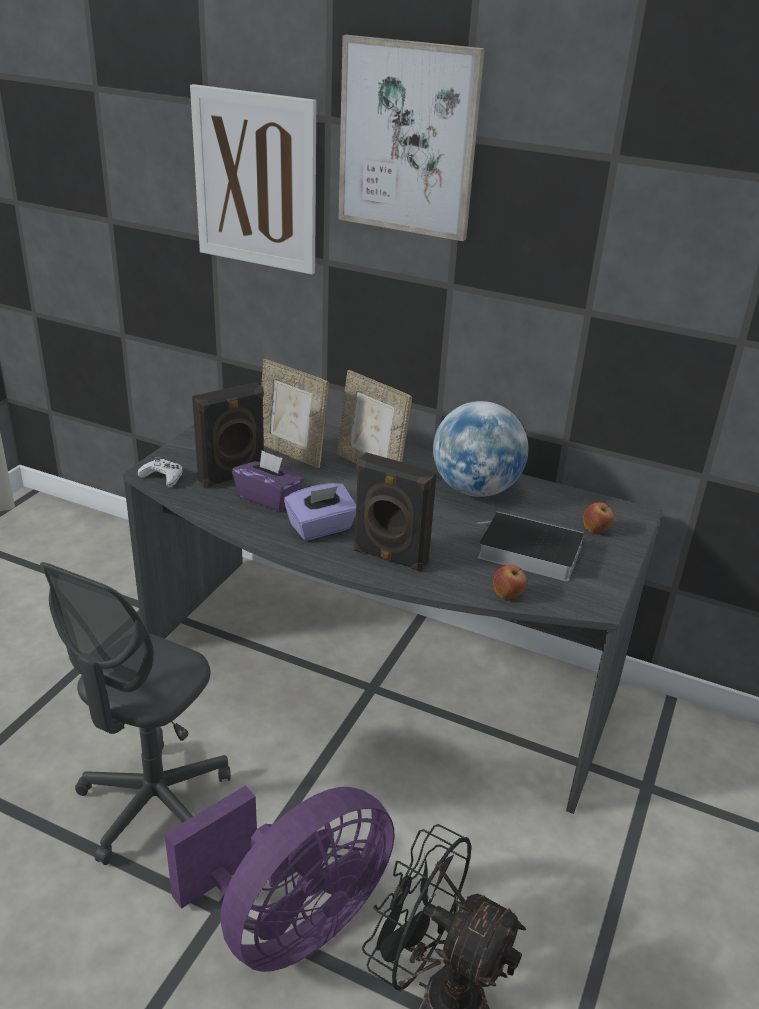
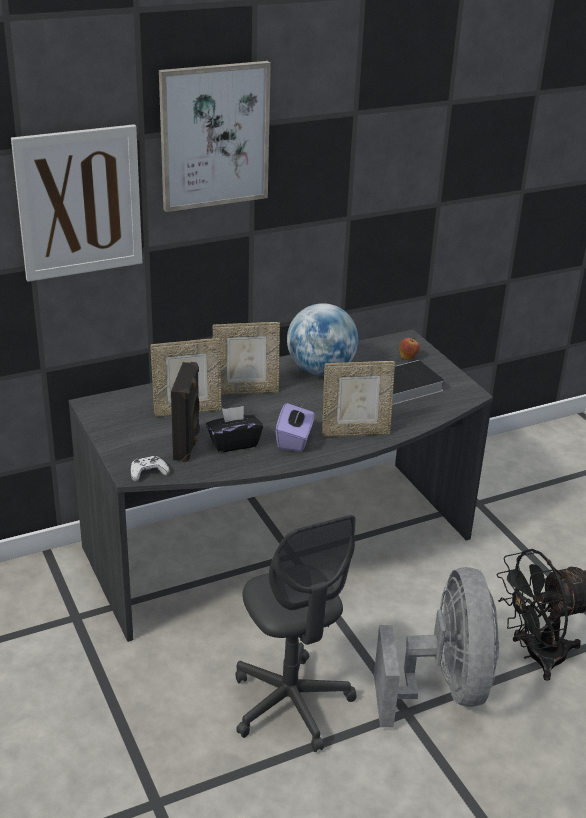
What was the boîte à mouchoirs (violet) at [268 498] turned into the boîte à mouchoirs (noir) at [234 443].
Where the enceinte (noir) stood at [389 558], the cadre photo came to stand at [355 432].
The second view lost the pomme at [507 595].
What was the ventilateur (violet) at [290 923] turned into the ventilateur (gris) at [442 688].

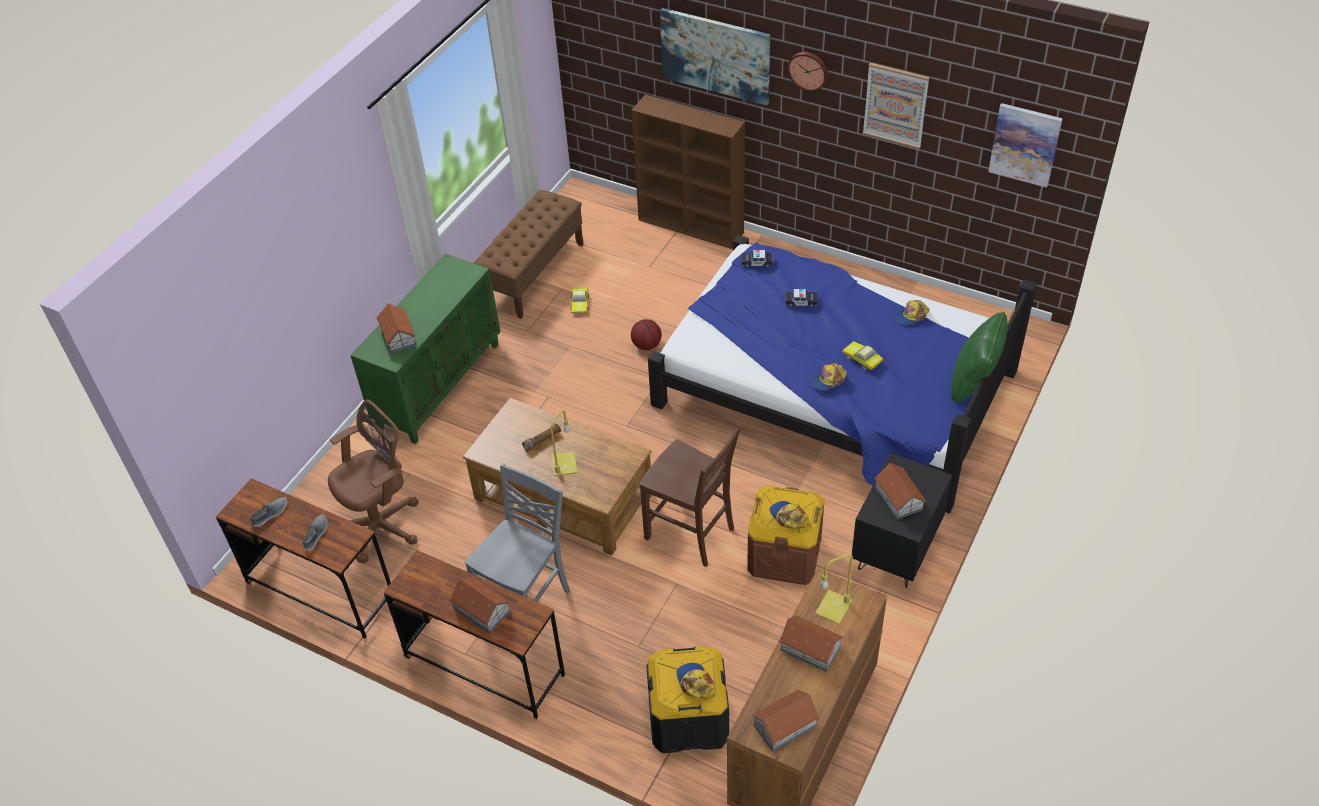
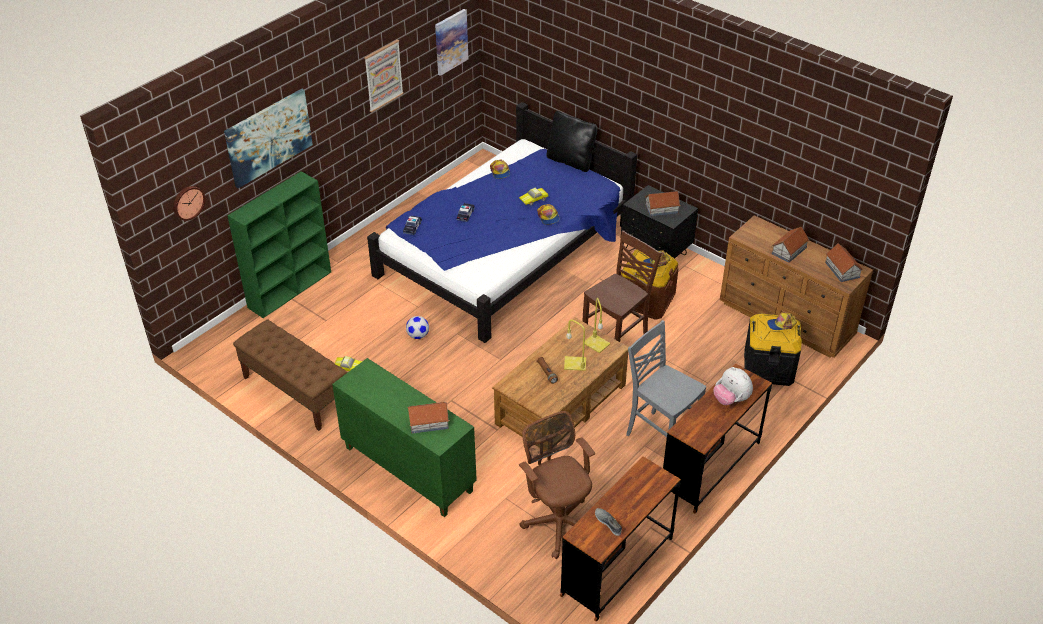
The horloge murale ended up elsewhere, having gone from [808 70] to [188 202].
What was the bibliothèque (marron) at [692 226] turned into the bibliothèque (vert) at [290 289].
What was the coussin (vert) at [974 382] turned into the coussin (noir) at [571 161].
Where the ballon de basket stood at [646 345], the ballon de foot came to stand at [418 335].
The second view lost the chaussure (gris) at [316 534].
The lampe de table (jaune) ended up elsewhere, having gone from [833 606] to [596 343].
Where the maison miniature stood at [482 610], the peluche came to stand at [731 399].

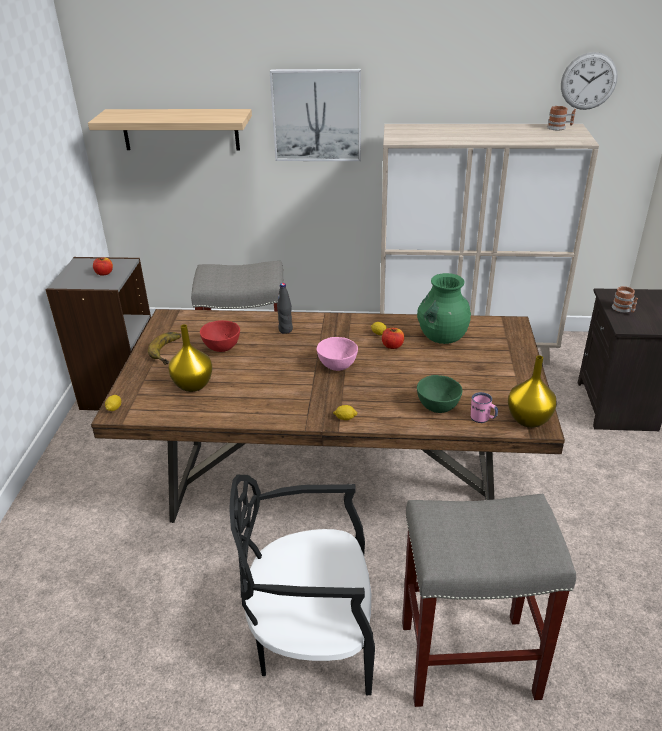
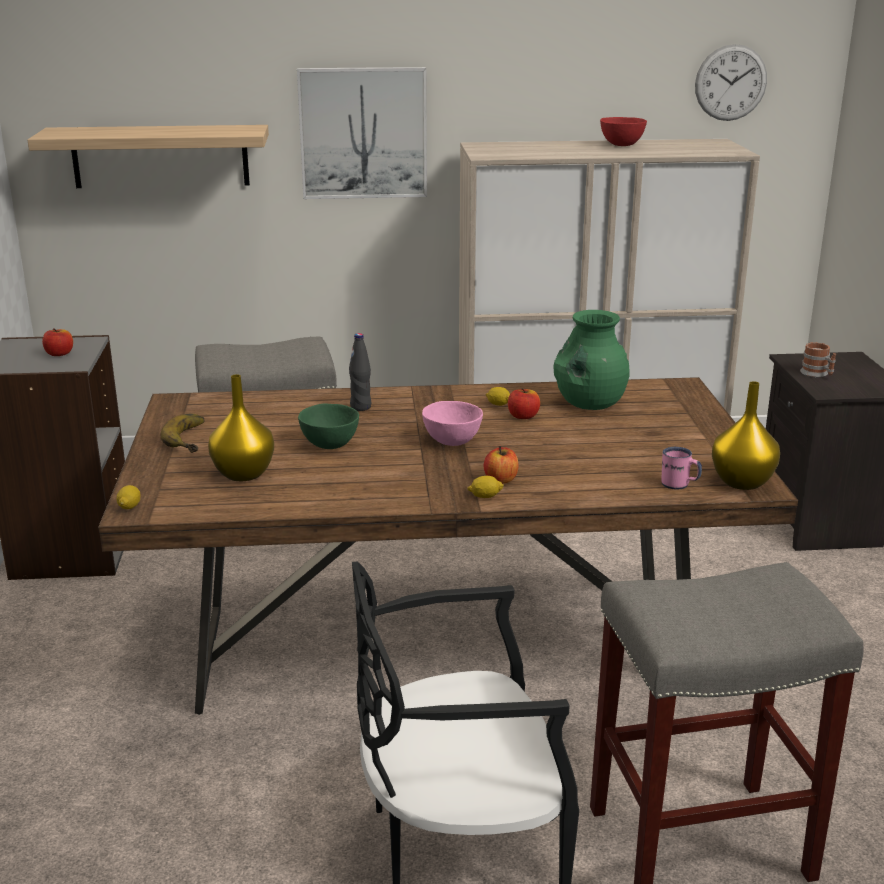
The second view lost the mug at [559 128].
The bol (rouge) ended up elsewhere, having gone from [221 348] to [621 145].
The bol (vert) ended up elsewhere, having gone from [437 407] to [329 444].
The second view gained the pomme at [501 479].

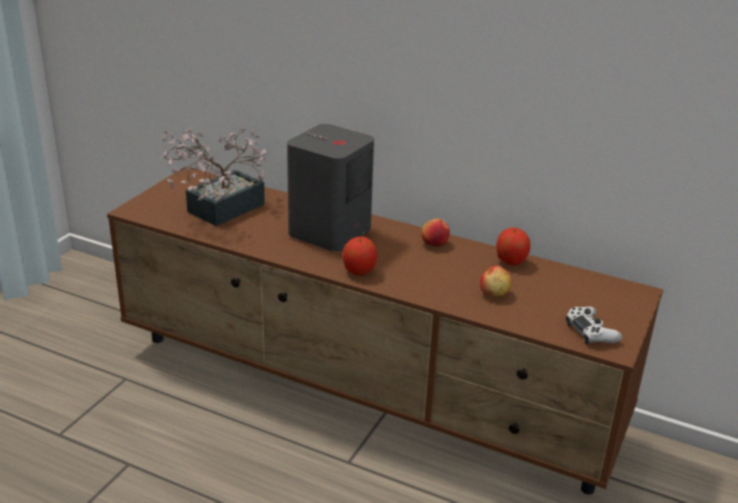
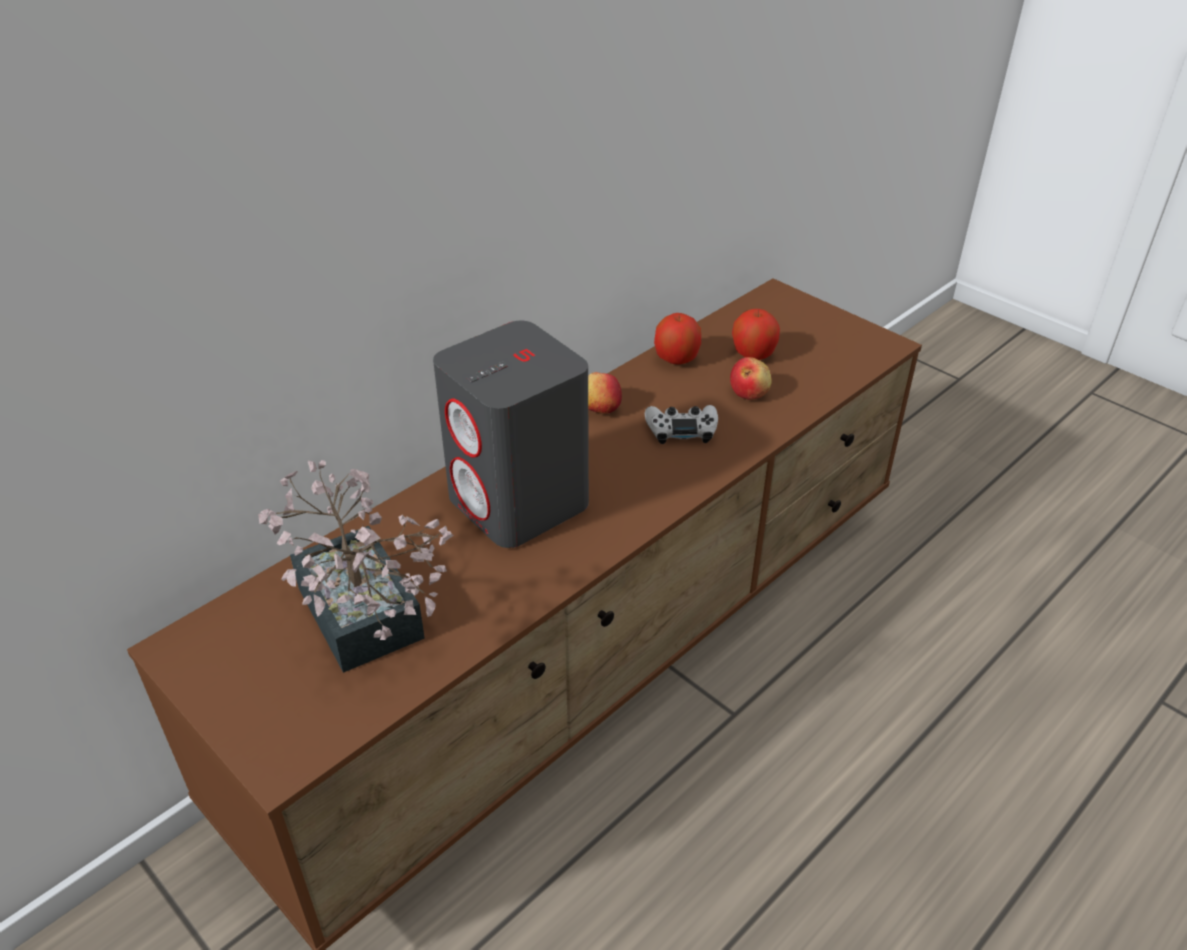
The pomme ended up elsewhere, having gone from [359 271] to [753 355].
The manette (blanc) ended up elsewhere, having gone from [591 332] to [681 430].

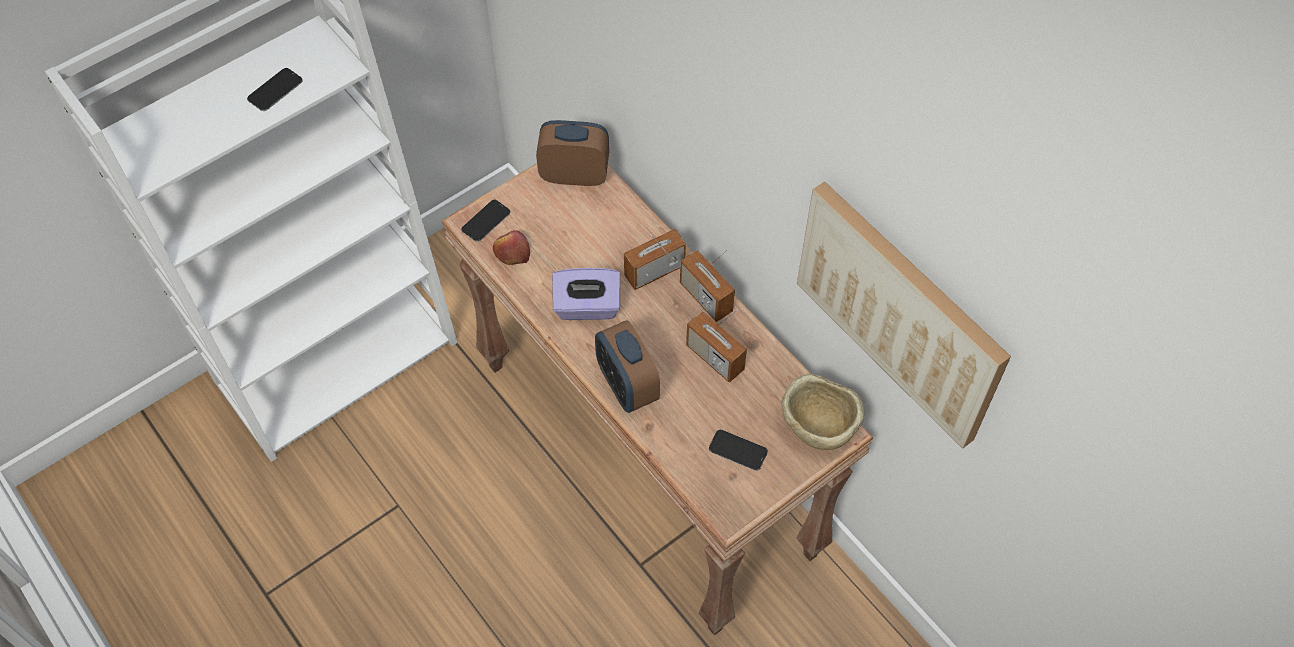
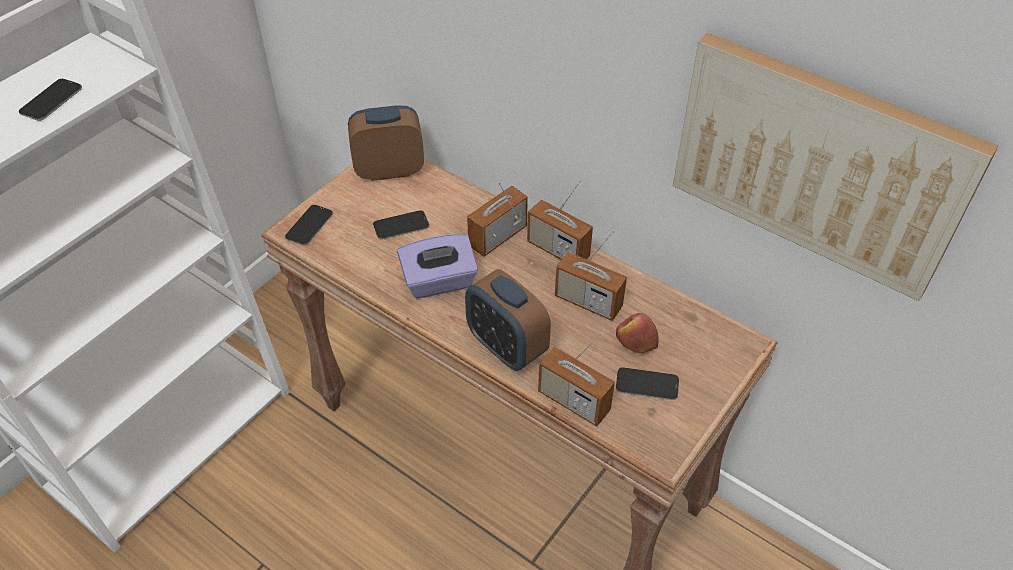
The pomme ended up elsewhere, having gone from [512 253] to [636 341].
The second view lost the bol (beige) at [818 429].
The second view gained the téléphone at [401 226].
The second view gained the radio at [573 401].

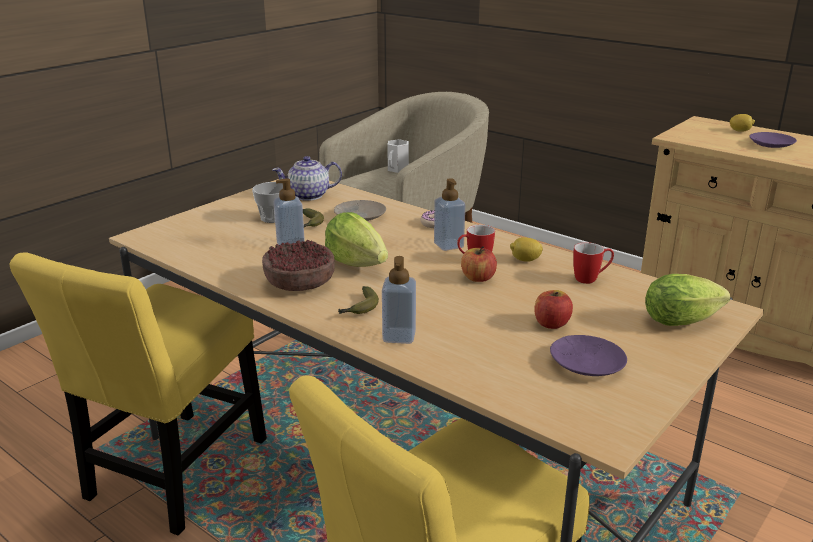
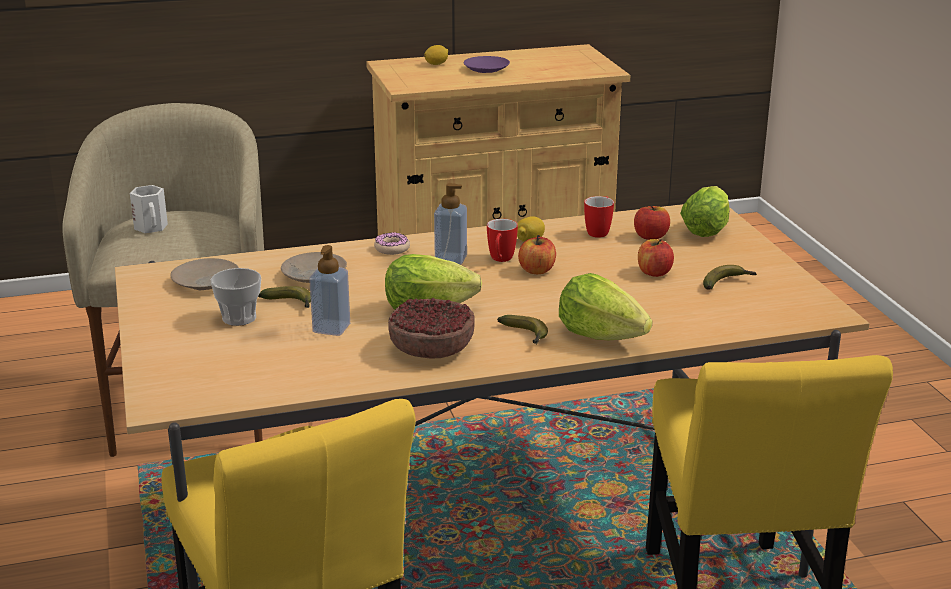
Where the théière stood at [309 195], the assiette (beige) came to stand at [206 282].
Where the distributeur de savon stood at [399 336], the laitue came to stand at [600 335].
Where the assiette (violet) stood at [586 363], the banane came to stand at [727 283].
The second view gained the pomme at [650 236].

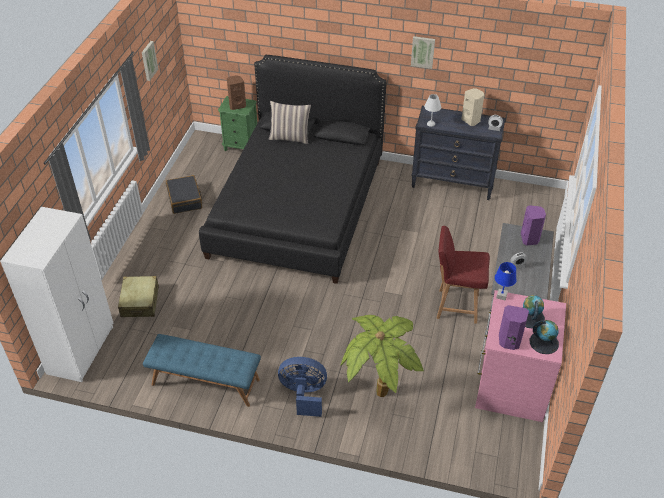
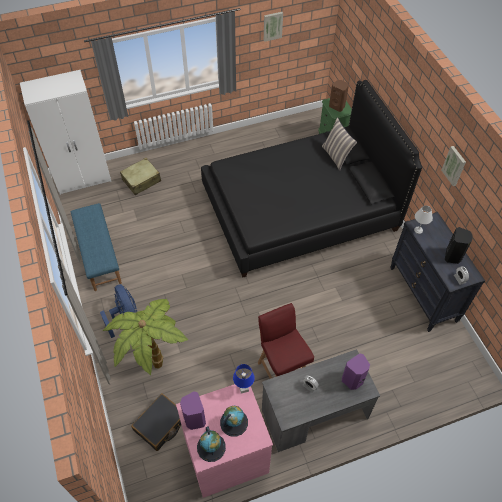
What was the enceinte (beige) at [471 120] turned into the enceinte (noir) at [453 256].
The valise (noir) ended up elsewhere, having gone from [185 199] to [160 424].

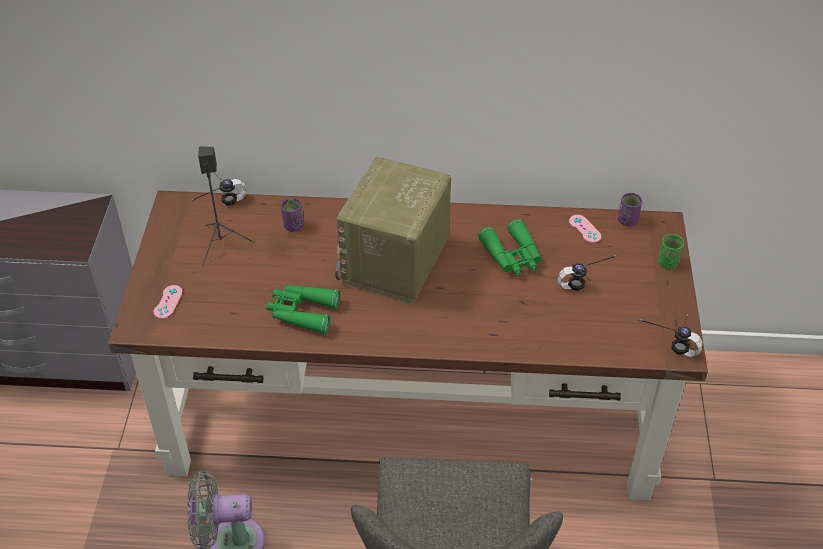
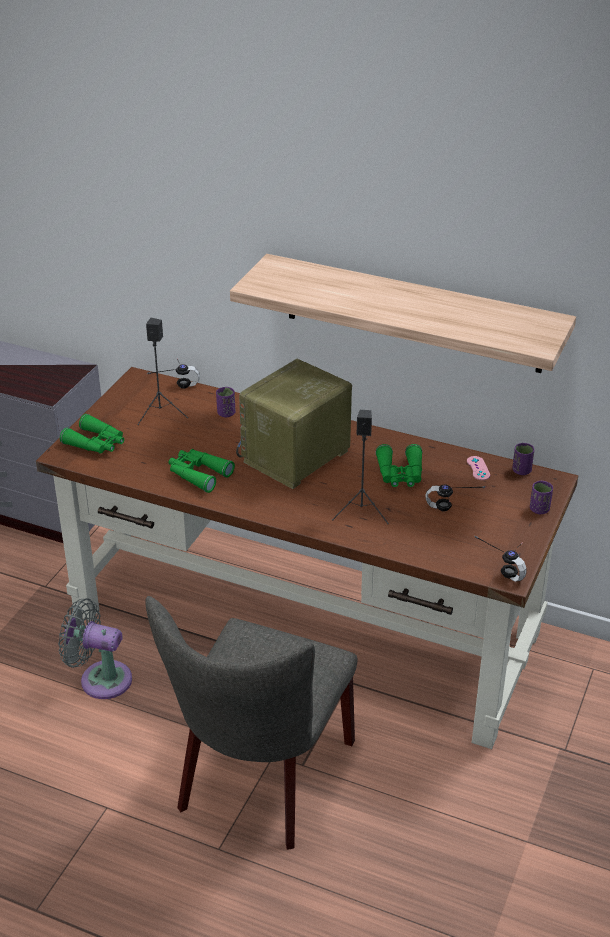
What was the tasse (vert) at [667 263] turned into the tasse (violet) at [539 509].
Where the manette (rose) stood at [168 302], the jumelles (vert) came to stand at [96 443].
The second view gained the étagère at [413 314].
The second view gained the enceinte (noir) at [362 512].

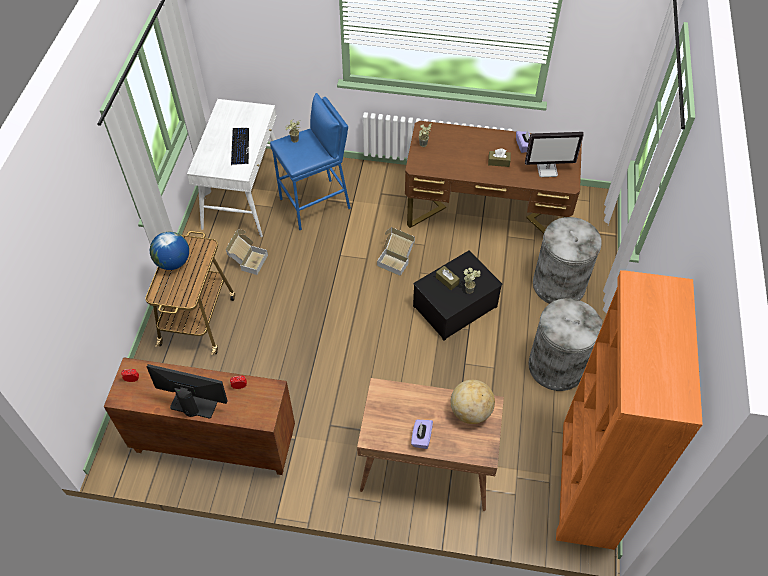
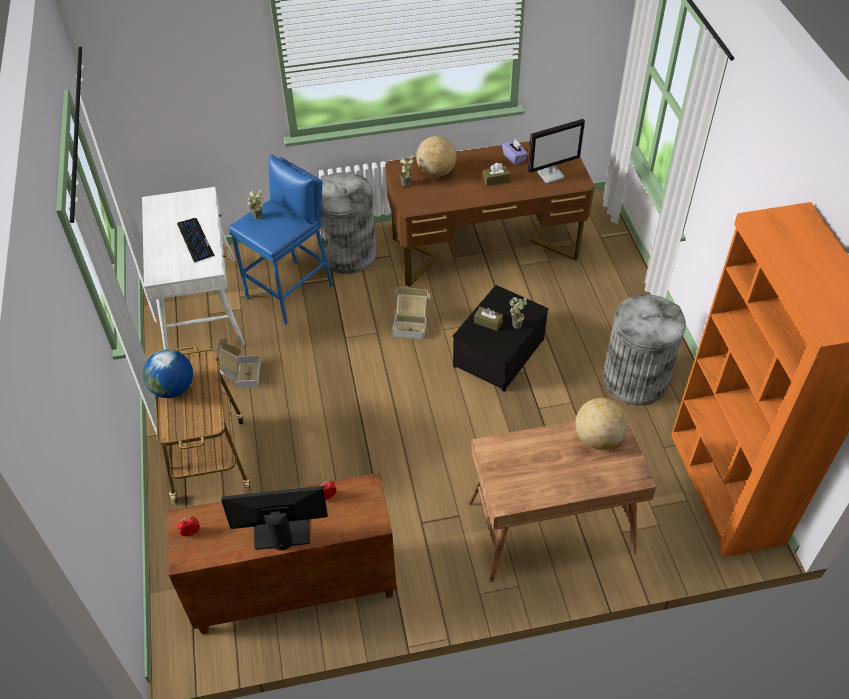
The poubelle (gris) ended up elsewhere, having gone from [559 285] to [348 253].
The second view lost the boîte à mouchoirs (violet) at [421 438].
The second view gained the globe at [436 172].

